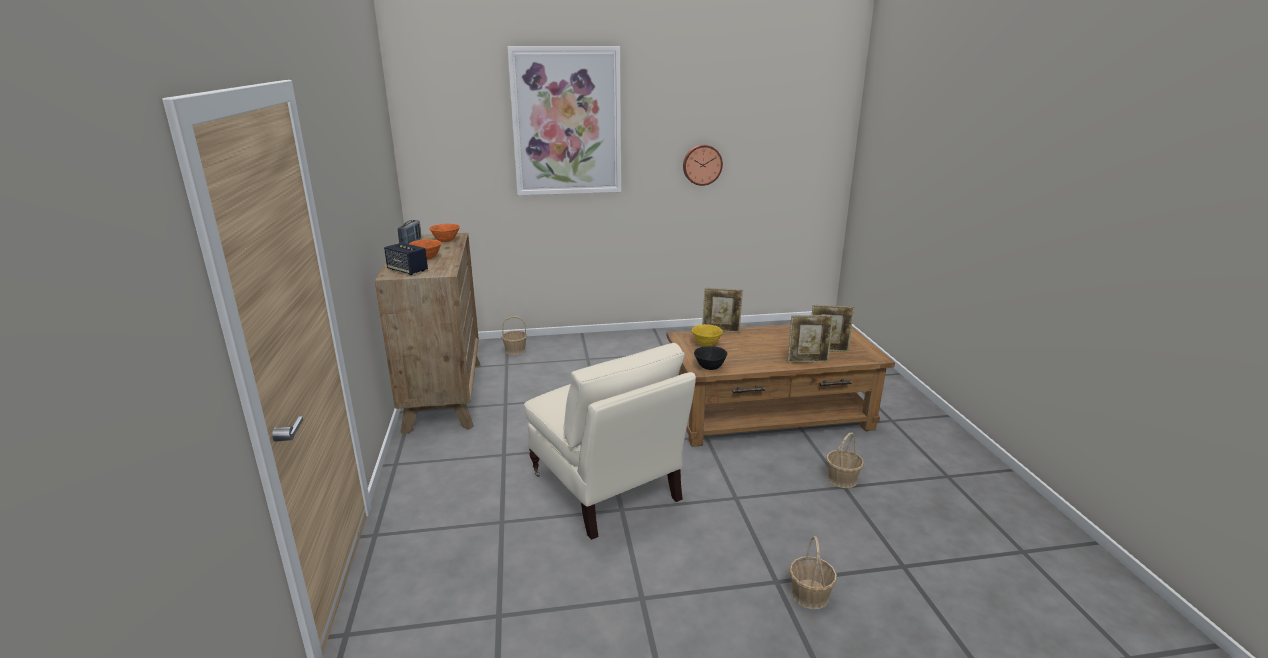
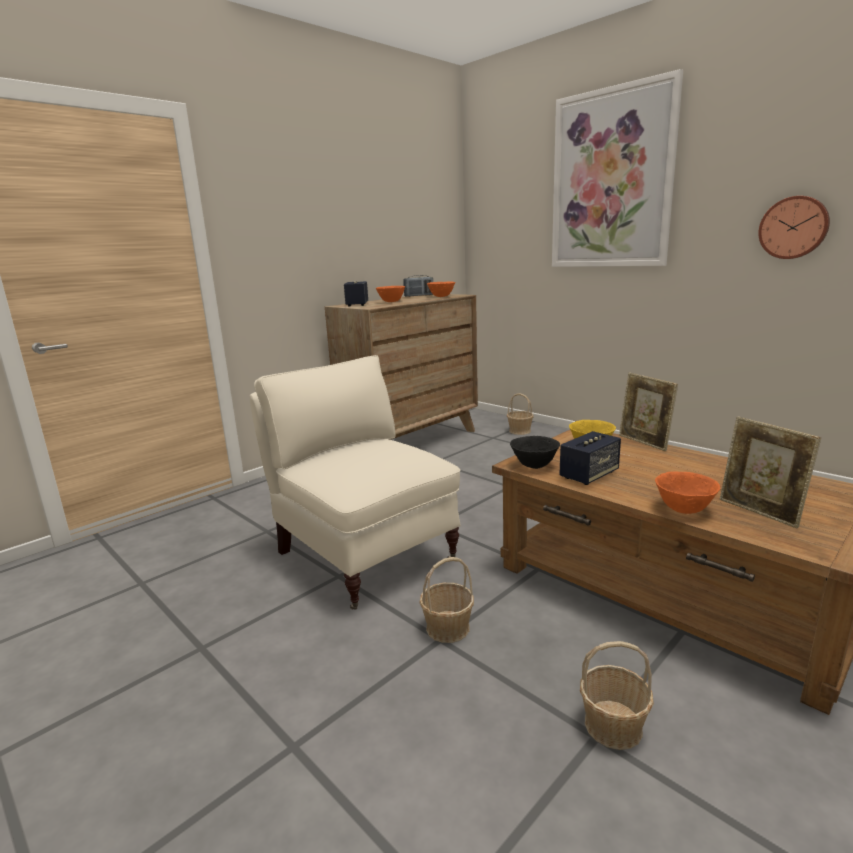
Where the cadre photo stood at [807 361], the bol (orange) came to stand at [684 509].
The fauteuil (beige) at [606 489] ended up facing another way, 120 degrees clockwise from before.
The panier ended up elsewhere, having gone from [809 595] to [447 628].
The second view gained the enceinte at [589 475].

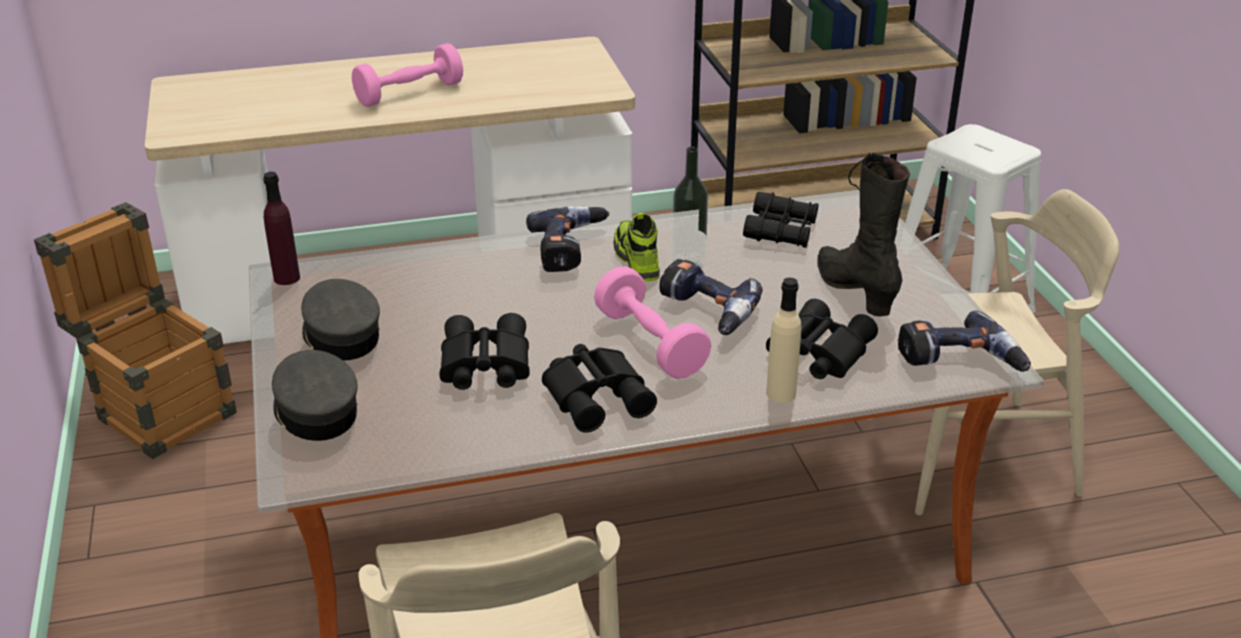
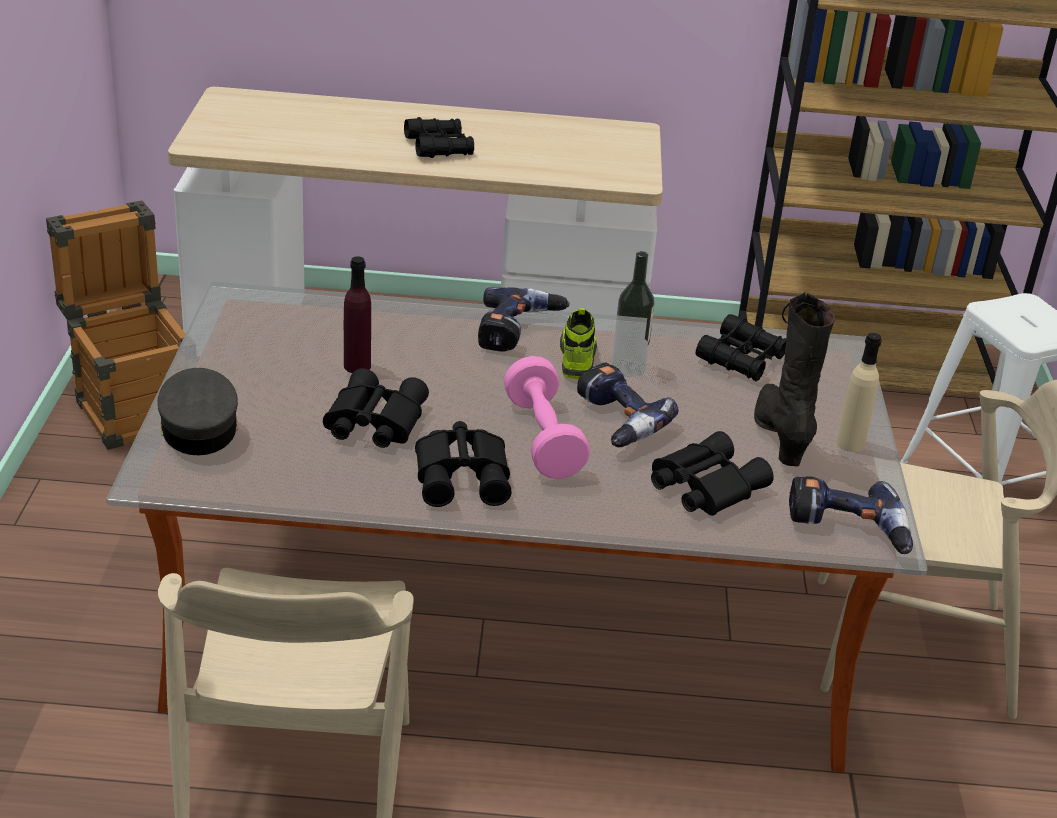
Where the haltère (rose) stood at [409 93], the jumelles (noir) came to stand at [439 147].
The bouteille (violet) ended up elsewhere, having gone from [286 278] to [357 366].
The bouteille (beige) ended up elsewhere, having gone from [781 393] to [850 444].
The second view lost the casquette (gris) at [340 335].

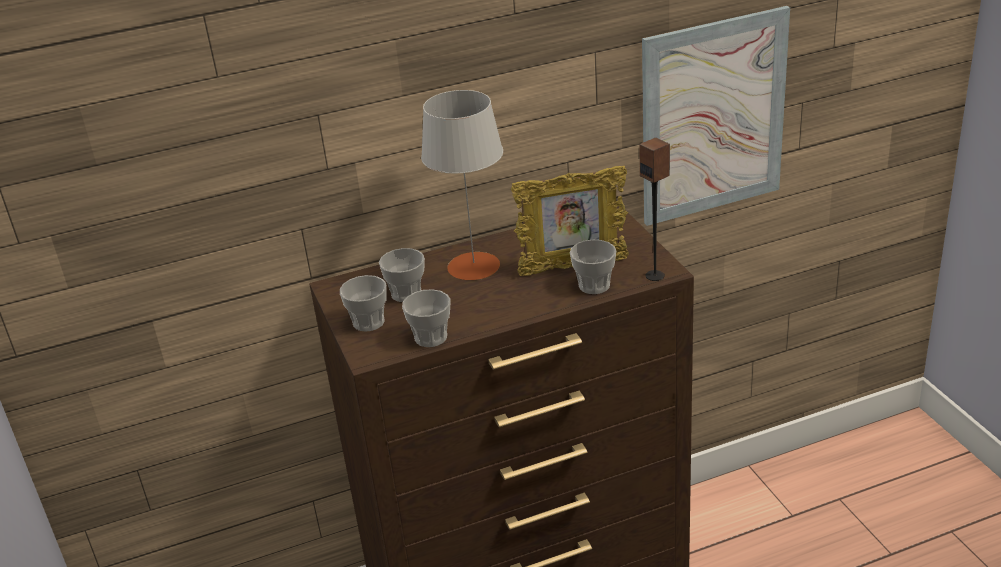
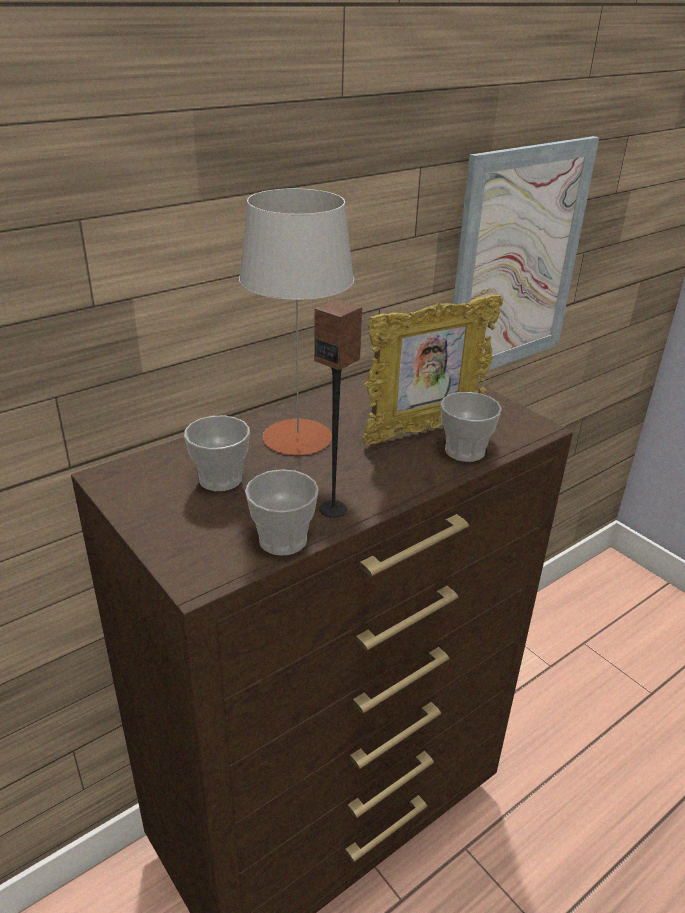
The enceinte ended up elsewhere, having gone from [655 275] to [333 509].
The second view lost the tasse at [368 322].

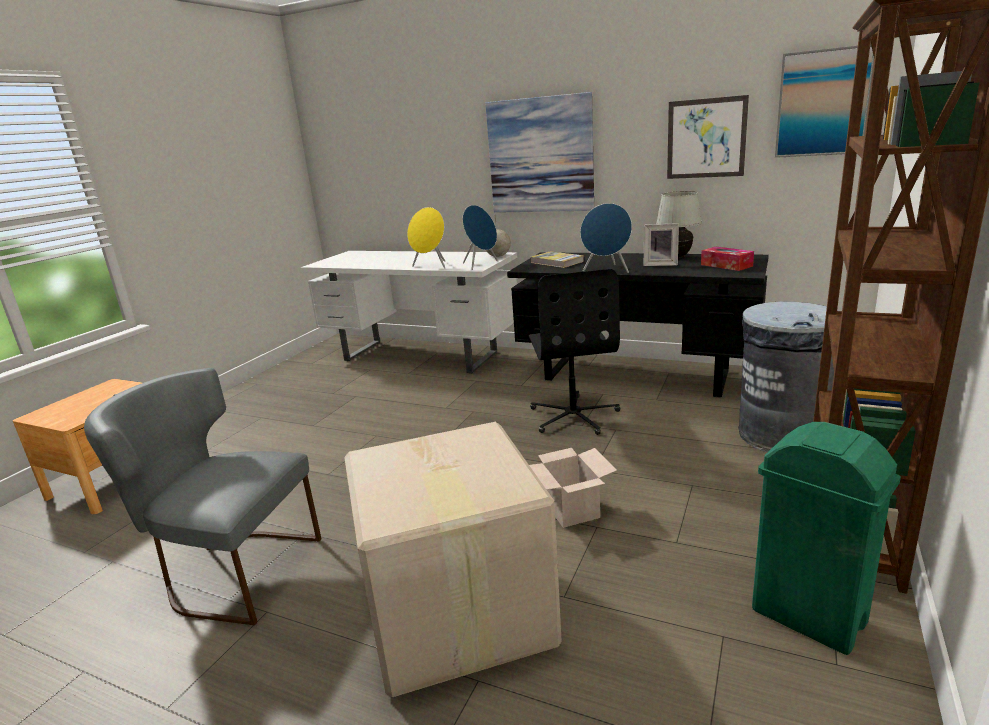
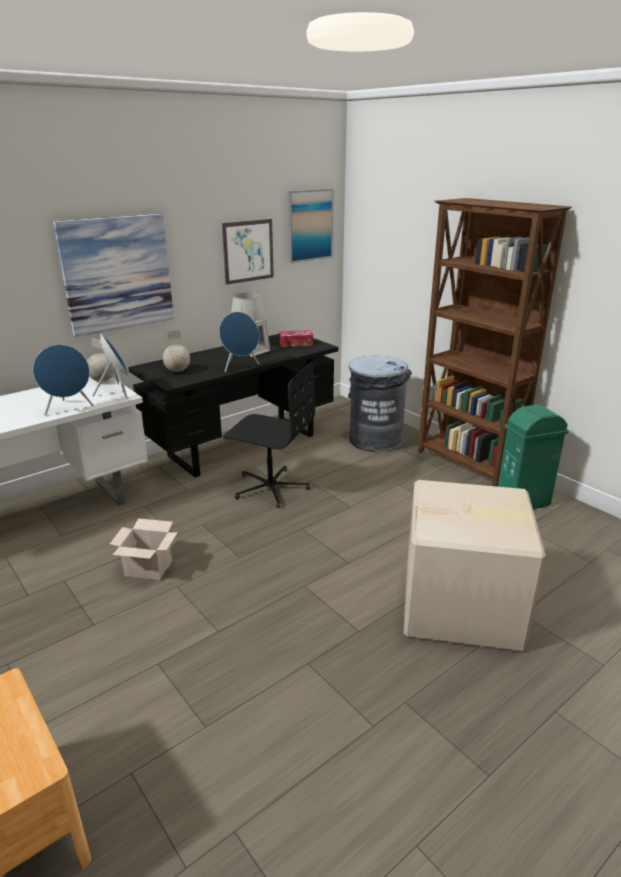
What was the enceinte (jaune) at [431 266] turned into the enceinte (bleu) at [68 409].
Where the livre stood at [557 262], the globe came to stand at [178 371].
The second view lost the chaise (gris) at [232 572].
The carton ended up elsewhere, having gone from [570 509] to [147 568].

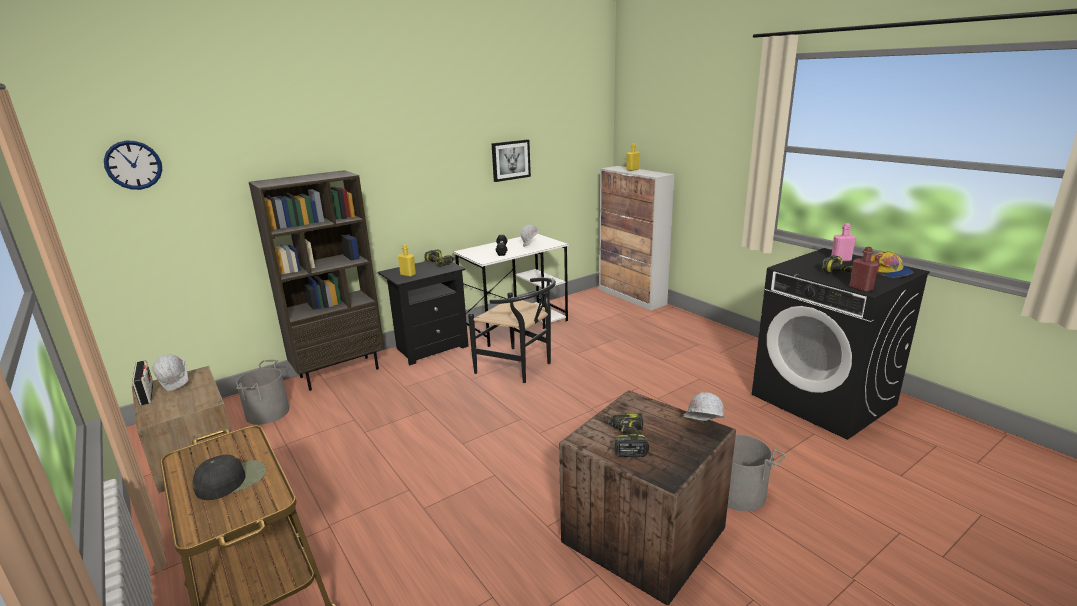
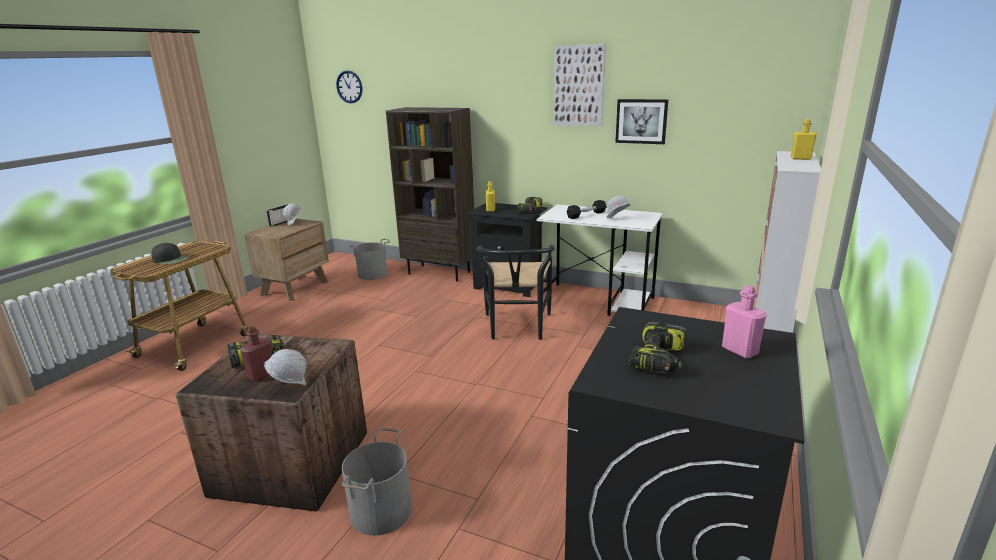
The bouteille (rouge) ended up elsewhere, having gone from [861 288] to [261 375].
The second view lost the casquette at [888 271].
The second view gained the tableau at [578 86].

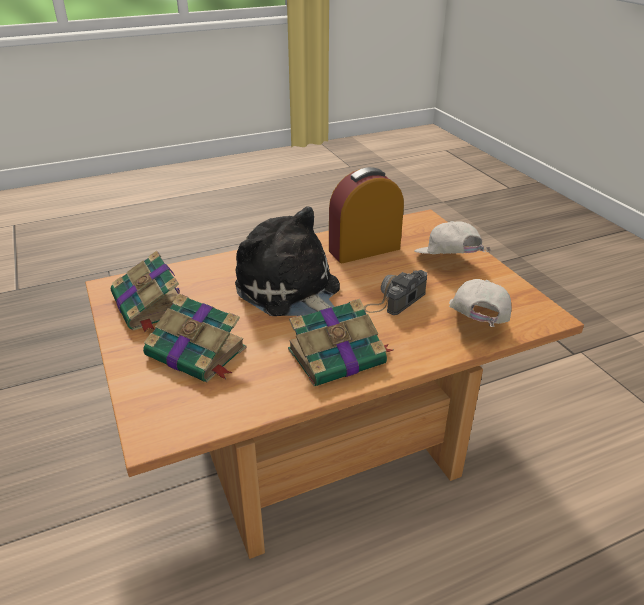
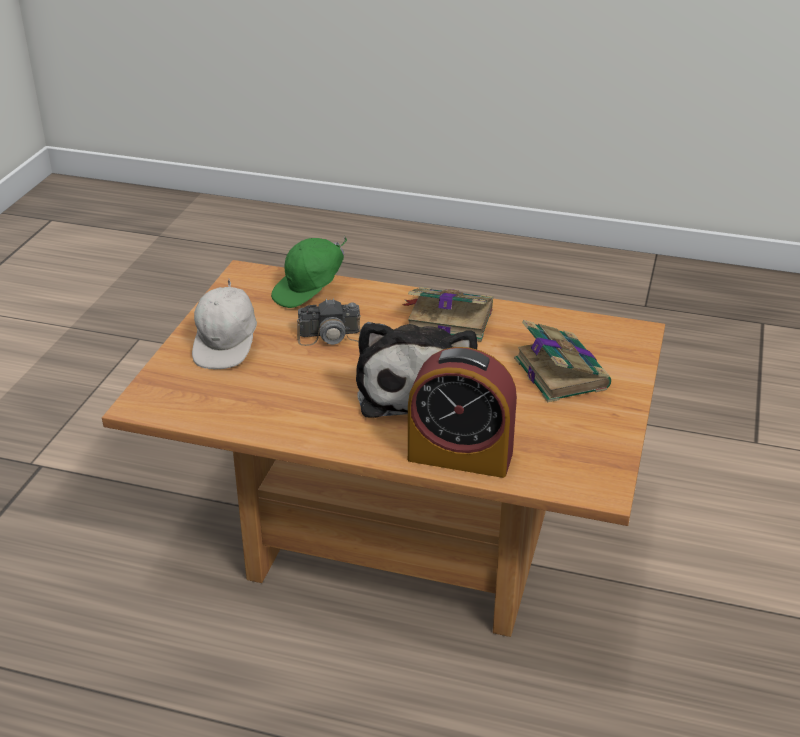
The réveil ended up elsewhere, having gone from [364 249] to [460 456].
The second view lost the livre at [150 306].
What was the casquette (blanc) at [475 326] turned into the casquette (vert) at [311 292].

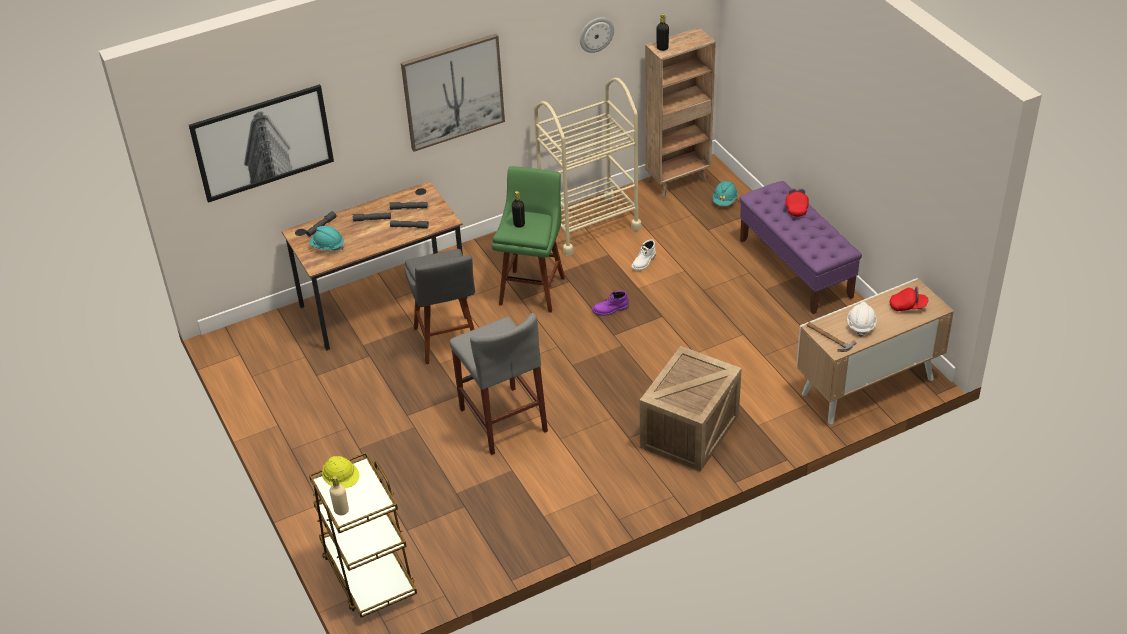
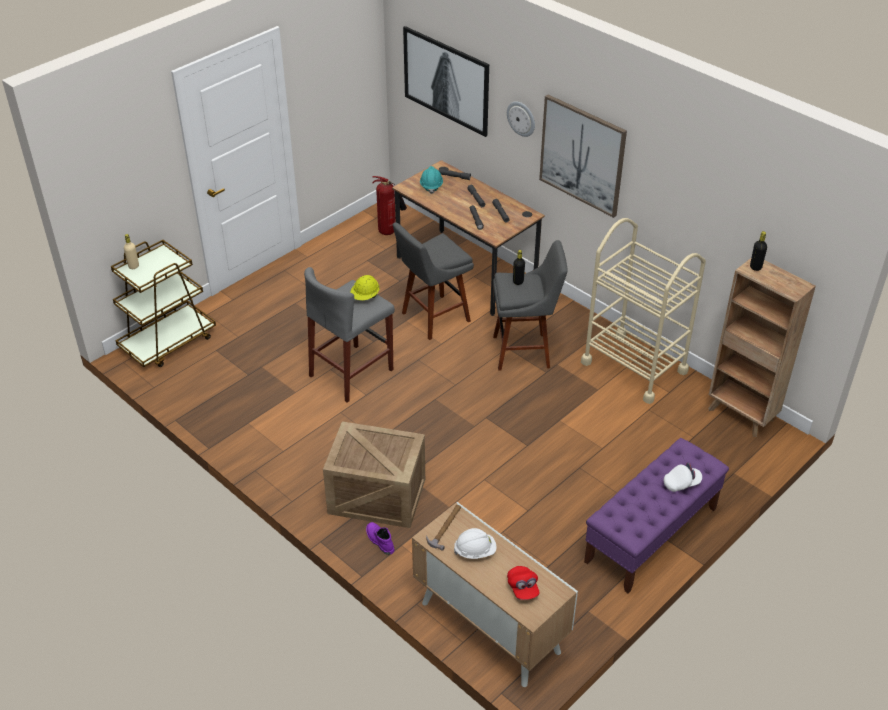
The horloge murale ended up elsewhere, having gone from [596 34] to [521 118].
What was the tabouret (vert) at [533 288] turned into the tabouret (gris) at [525 352].
The second view lost the casque de chantier (turquoise) at [725 201].
What was the casquette (rouge) at [796 208] turned into the casquette (blanc) at [681 483].
The second view lost the botte (blanc) at [644 262].
The botte (violet) ended up elsewhere, having gone from [610 310] to [379 540].
The casque de chantier (jaune) ended up elsewhere, having gone from [342 481] to [365 297].
The second view gained the extincteur at [389 232].

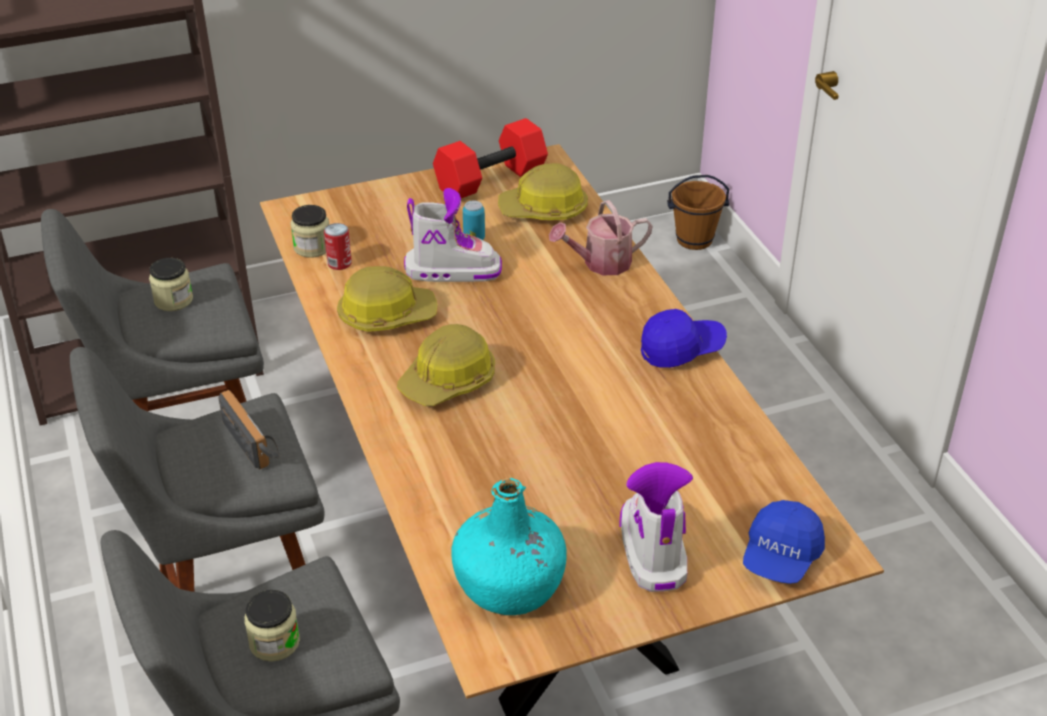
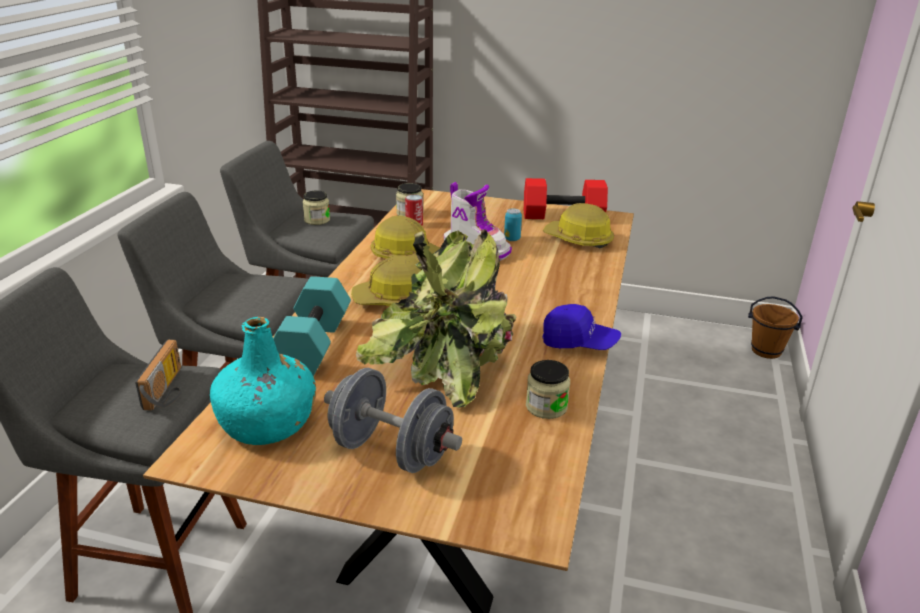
The second view lost the arrosoir at [600 263].
The radio ended up elsewhere, having gone from [255 442] to [169 390].
Where the botte stood at [652 549], the haltère (gris) came to stand at [391 451].
The second view lost the casquette (bleu) at [781 557].
The bocal ended up elsewhere, having gone from [274 642] to [546 407].
The second view gained the plante en pot at [444 364].
The second view gained the haltère (turquoise) at [314 346].

